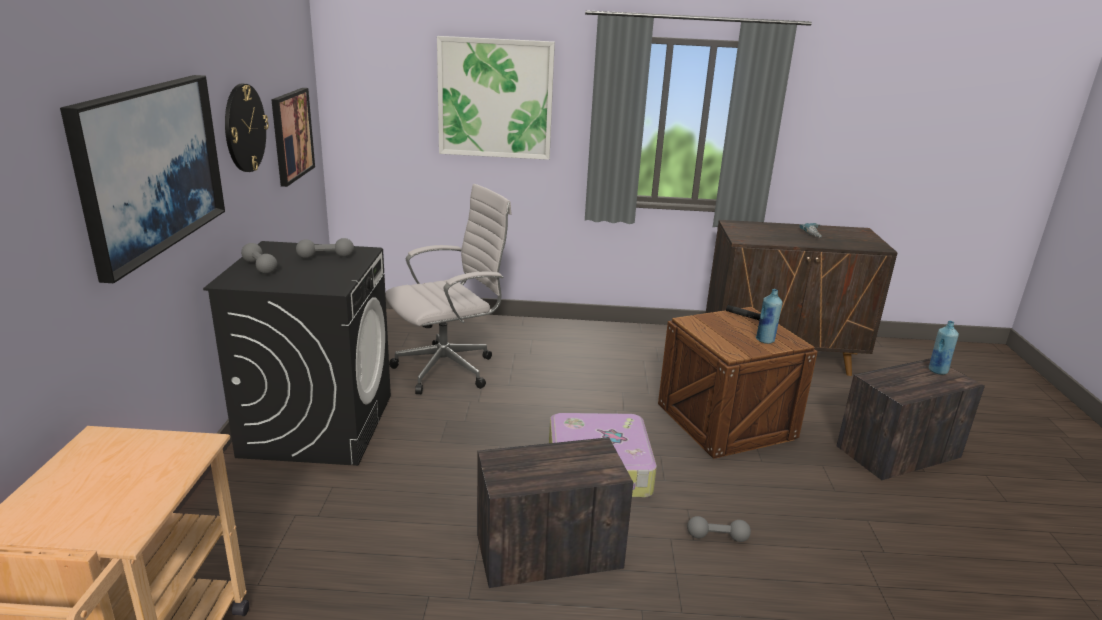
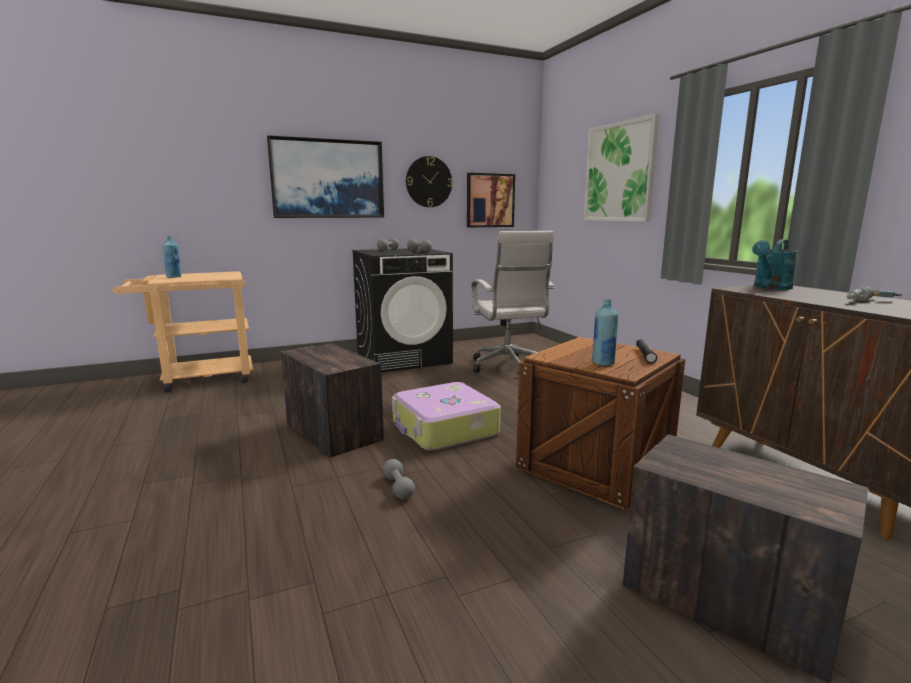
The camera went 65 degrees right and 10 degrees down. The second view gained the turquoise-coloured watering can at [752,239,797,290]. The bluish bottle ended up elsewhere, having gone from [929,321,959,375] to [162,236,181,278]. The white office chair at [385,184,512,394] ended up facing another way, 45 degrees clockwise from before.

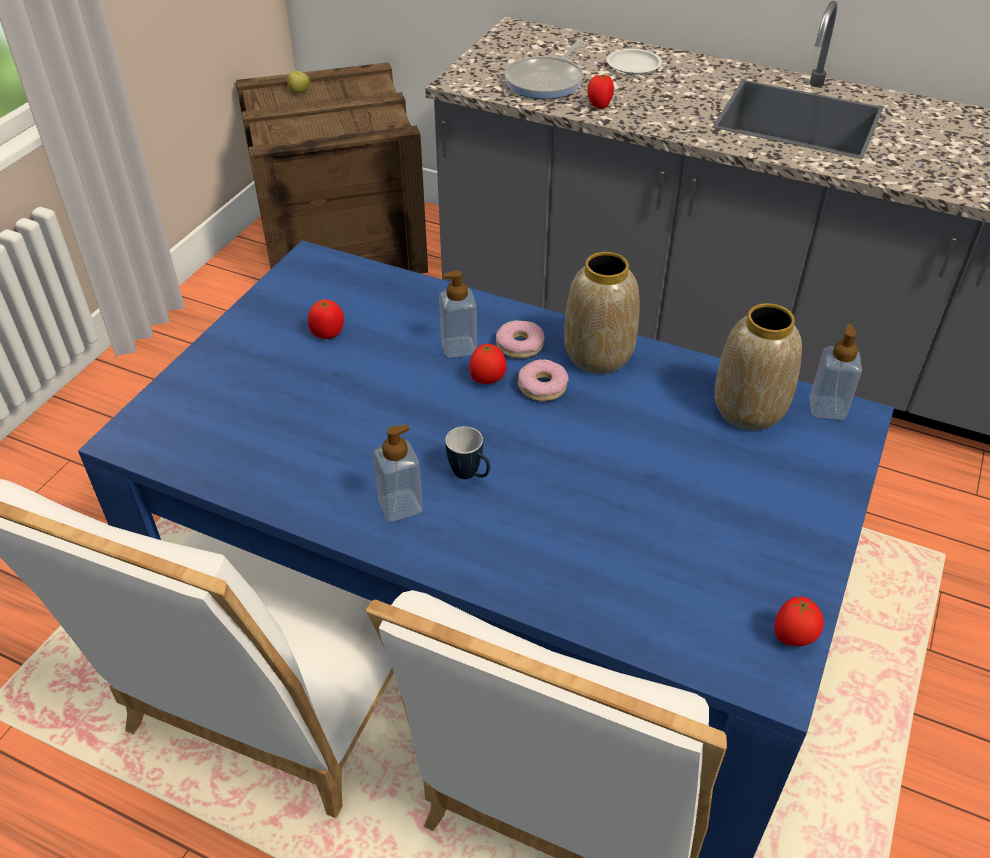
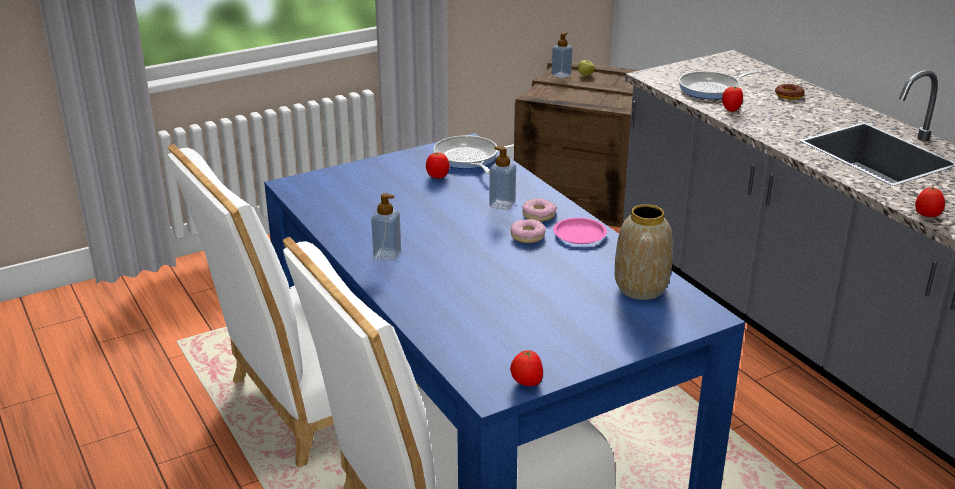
The camera went 35 degrees right and 15 degrees down. The second view lost the tea mug at [445,426,490,479]. The second view gained the pan at [433,135,498,174]. The whole tomato ended up elsewhere, having gone from [469,344,507,384] to [915,187,945,217]. The liquid soap bottle ended up elsewhere, having gone from [810,324,862,420] to [552,32,573,78]. Where the vase stood at [564,252,640,374], the pinkish flat dish came to stand at [553,218,607,244]. Where the white flat dish stood at [607,49,662,74], the donut came to stand at [775,84,805,100].

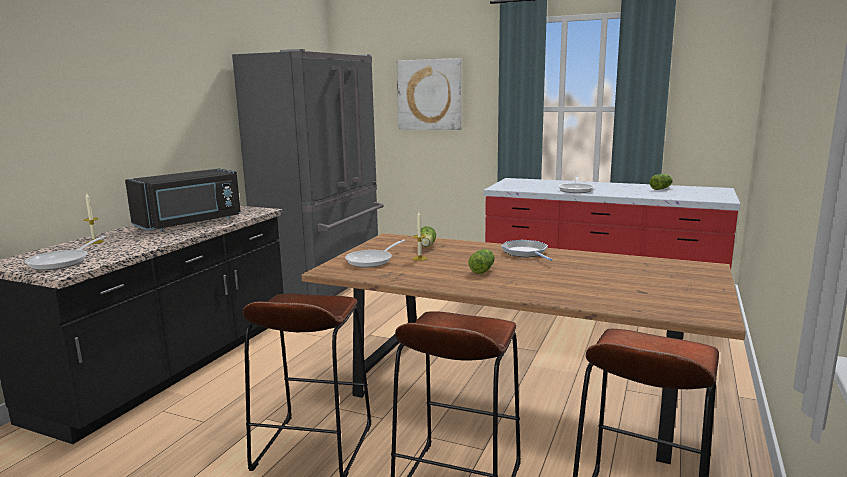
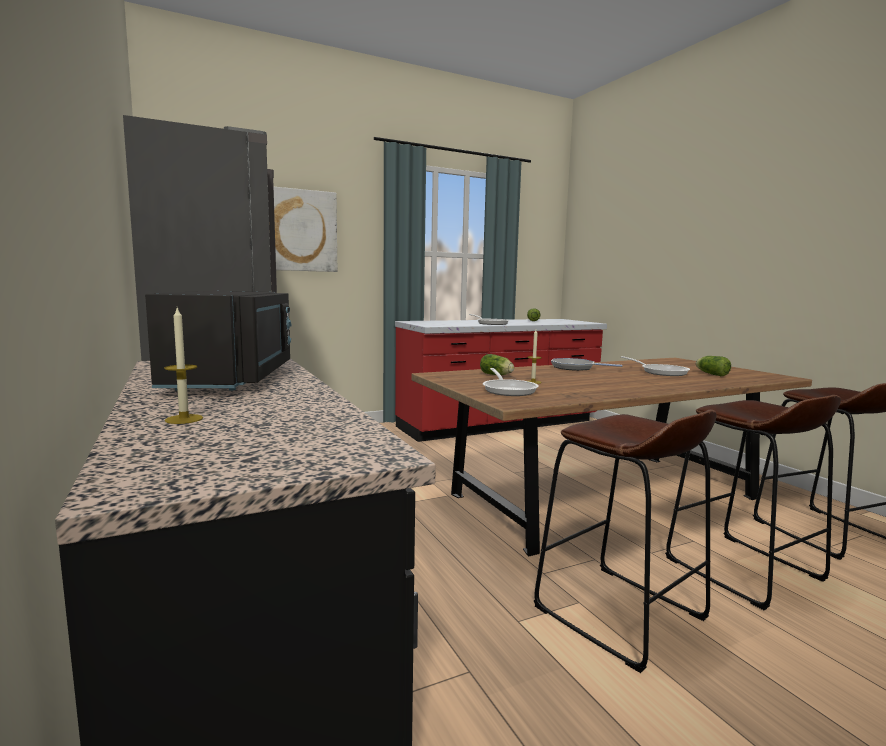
The camera went 50 degrees left and 5 degrees down. The pan ended up elsewhere, having gone from [25,236,106,270] to [621,356,690,376]. The head of lettuce ended up elsewhere, having gone from [468,249,495,274] to [696,356,731,376].

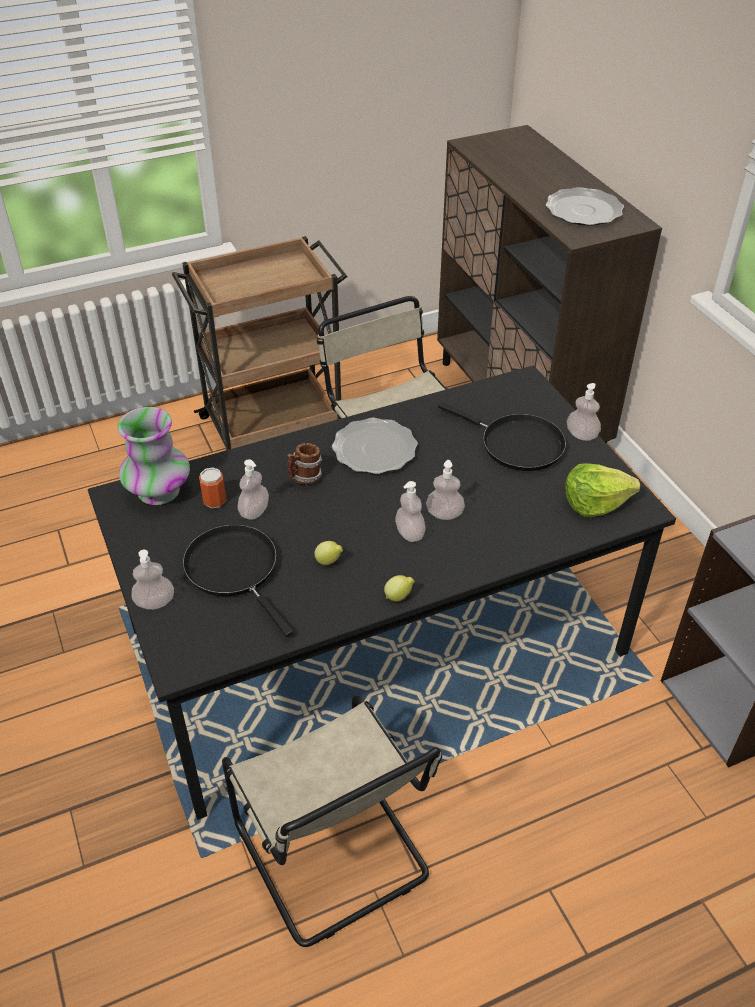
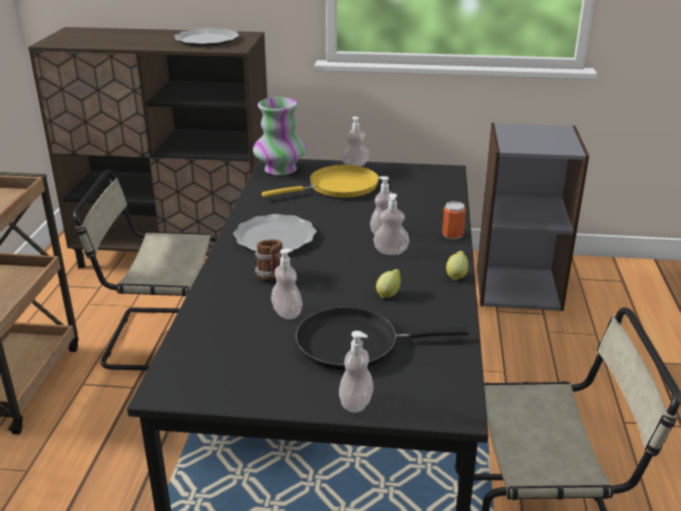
The camera went 60 degrees left and 15 degrees down. The second view lost the head of lettuce at [565,463,640,517]. The vase ended up elsewhere, having gone from [118,407,190,505] to [253,97,307,175]. The metal can ended up elsewhere, having gone from [199,467,226,509] to [442,201,466,239]. What was the black pan at [438,402,566,471] turned into the yellow-coloured pan at [262,165,379,197].

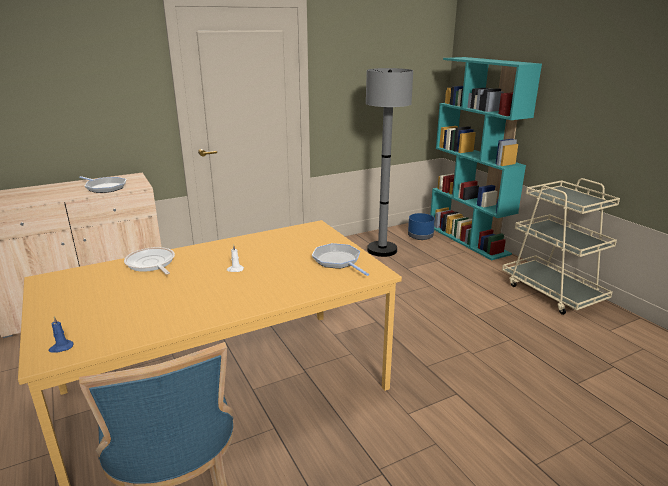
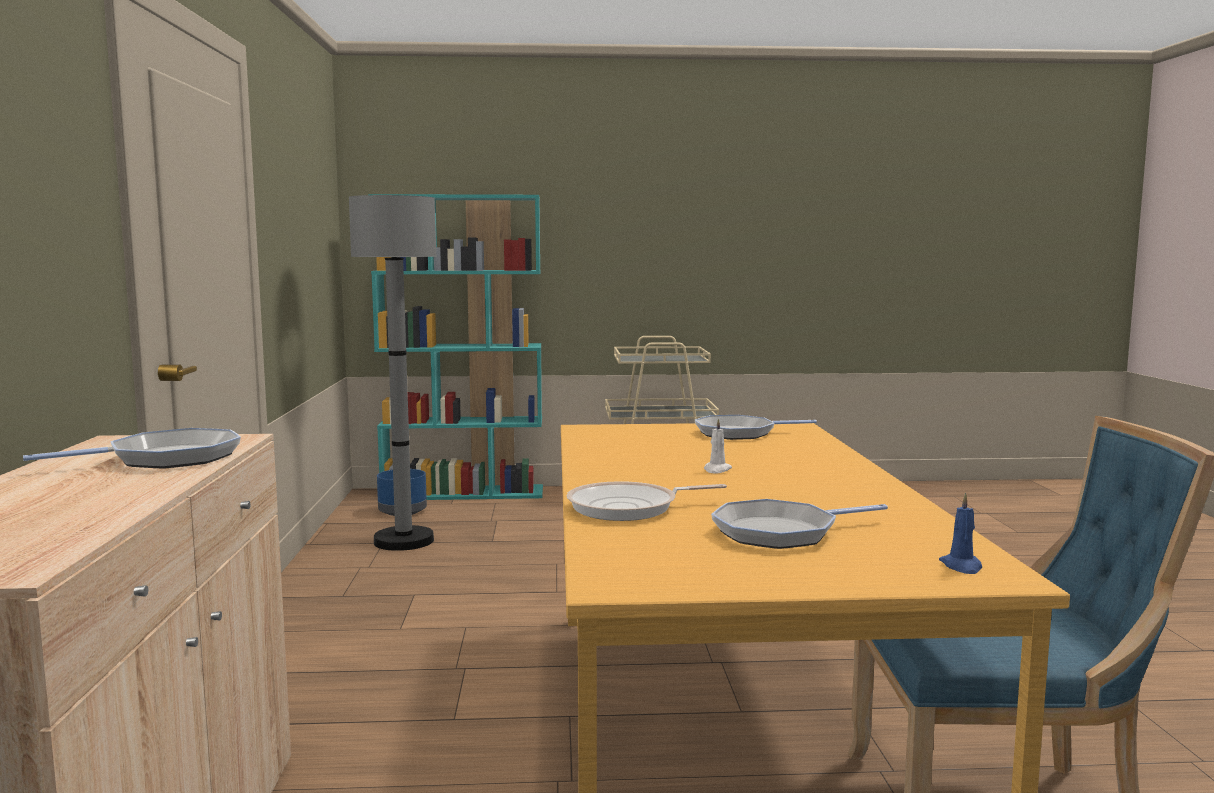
The camera went 65 degrees left and 15 degrees down. The second view gained the pan at [711,499,888,549].

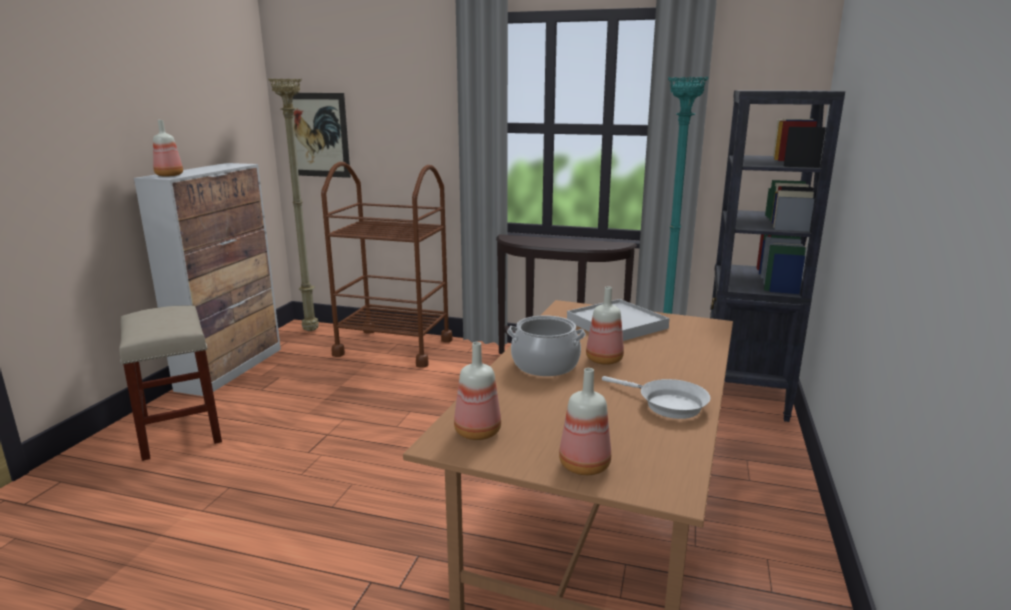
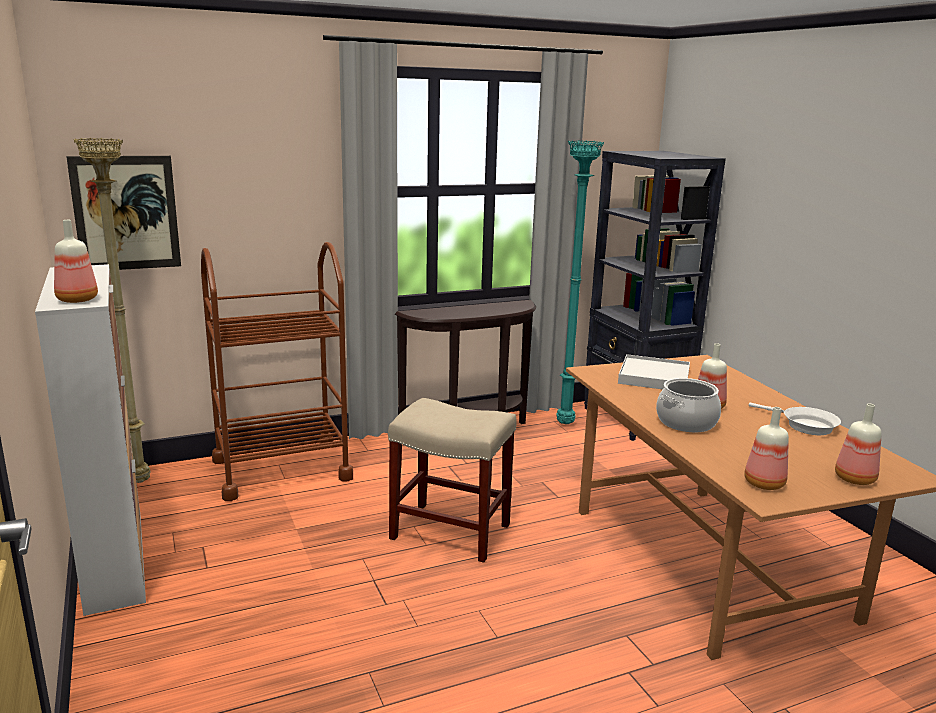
The camera went 40 degrees left and 0 degrees up. The beige stool ended up elsewhere, having gone from [119,306,222,461] to [388,398,517,563]. The white pan at [602,376,710,419] ended up facing another way, 45 degrees clockwise from before.

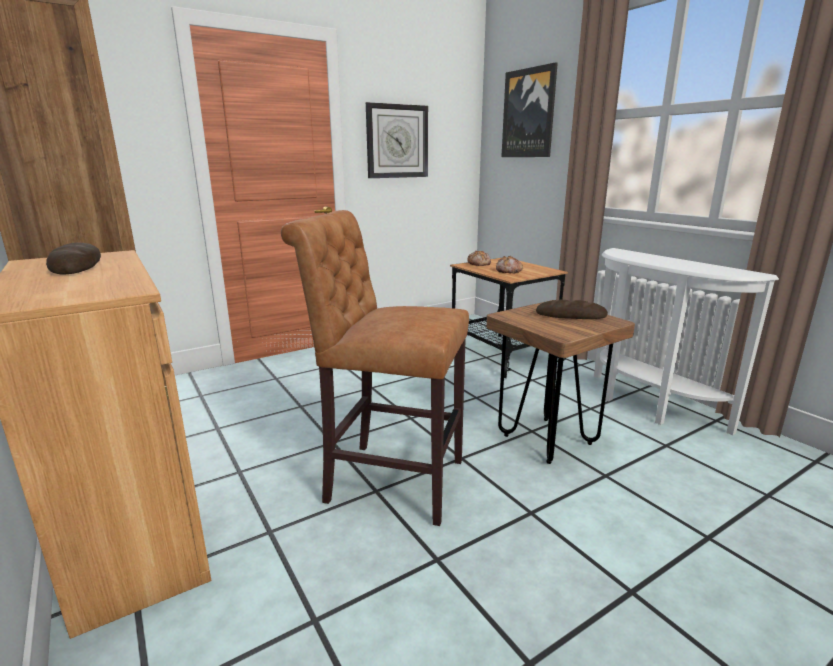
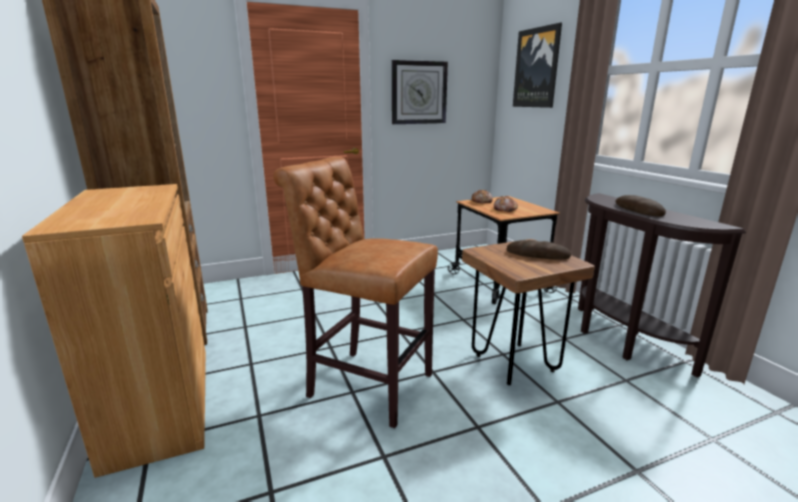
The camera went 10 degrees right and 0 degrees up. The baked bread ended up elsewhere, having gone from [46,242,101,274] to [615,195,666,217]. What was the white narrow table at [594,248,779,435] turned into the brown narrow table at [578,193,746,377].

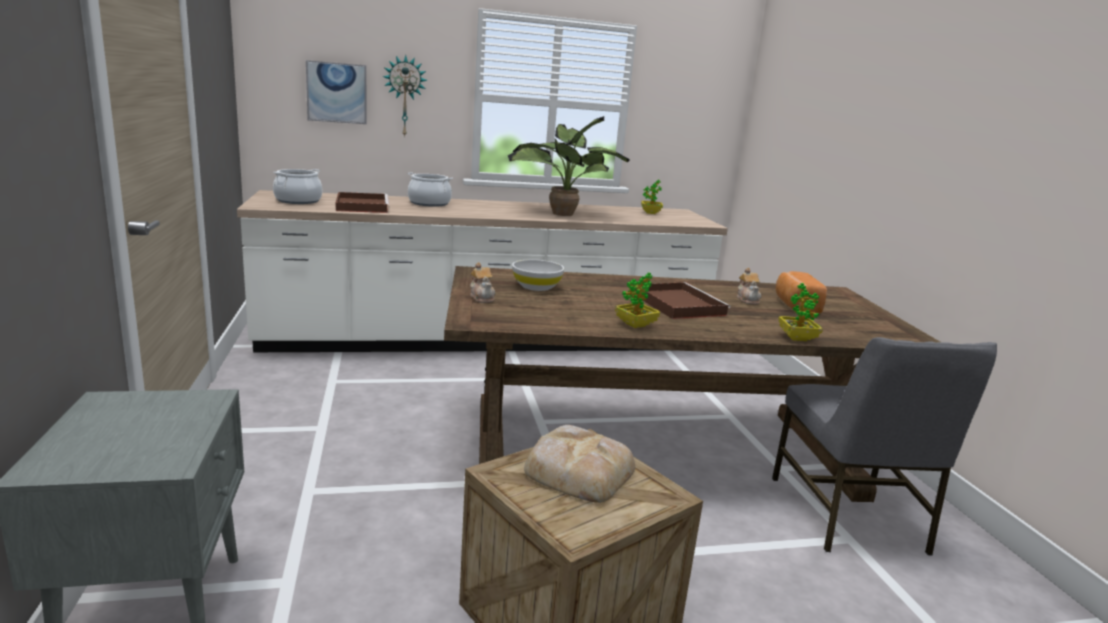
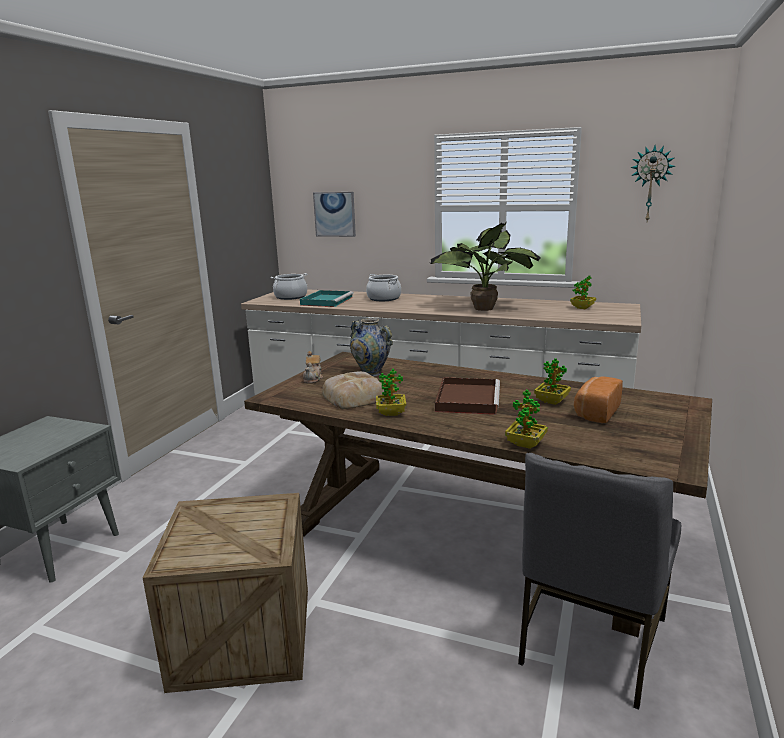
The camera went 35 degrees right and 0 degrees up. The wall clock ended up elsewhere, having gone from [382,55,428,138] to [630,145,675,221]. The baked bread ended up elsewhere, having gone from [524,425,635,503] to [322,371,384,409]. Where the white serving bowl stood at [512,259,564,291], the vase came to stand at [350,318,393,376]. Where the tea pot stood at [737,268,761,305], the potted plant came to stand at [534,358,571,405]. What was the brown carrying tray at [336,192,390,213] turned into the turquoise-coloured carrying tray at [300,290,354,307].

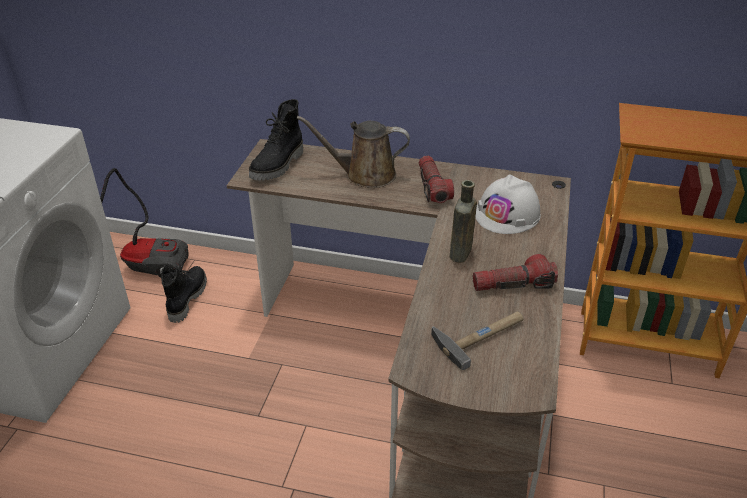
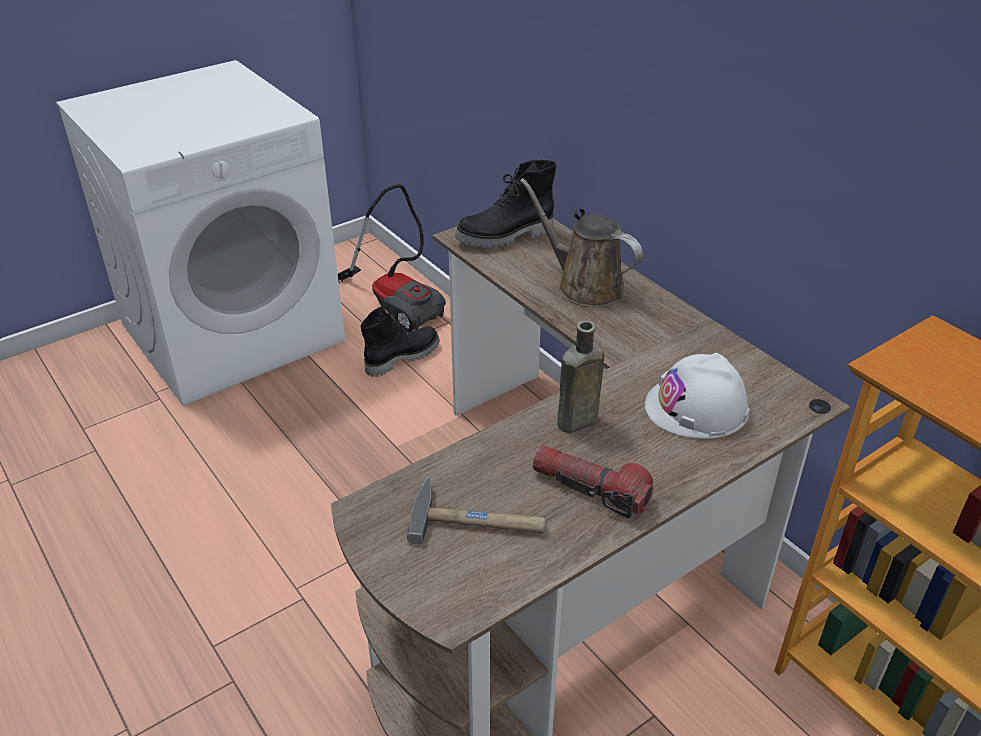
The camera went 40 degrees right and 0 degrees up. The second view lost the torch at [419,156,454,203].

